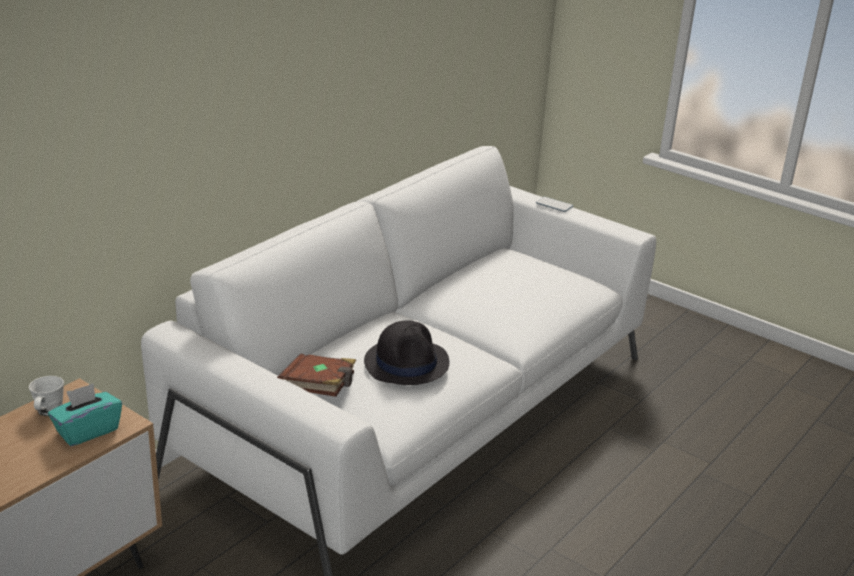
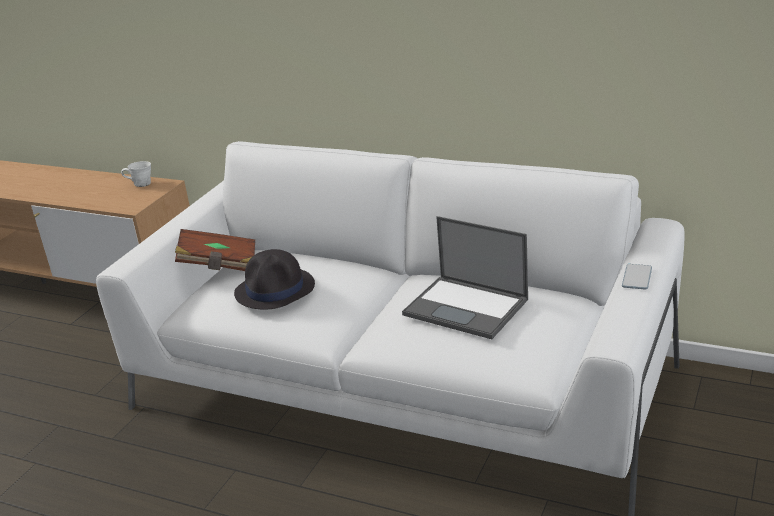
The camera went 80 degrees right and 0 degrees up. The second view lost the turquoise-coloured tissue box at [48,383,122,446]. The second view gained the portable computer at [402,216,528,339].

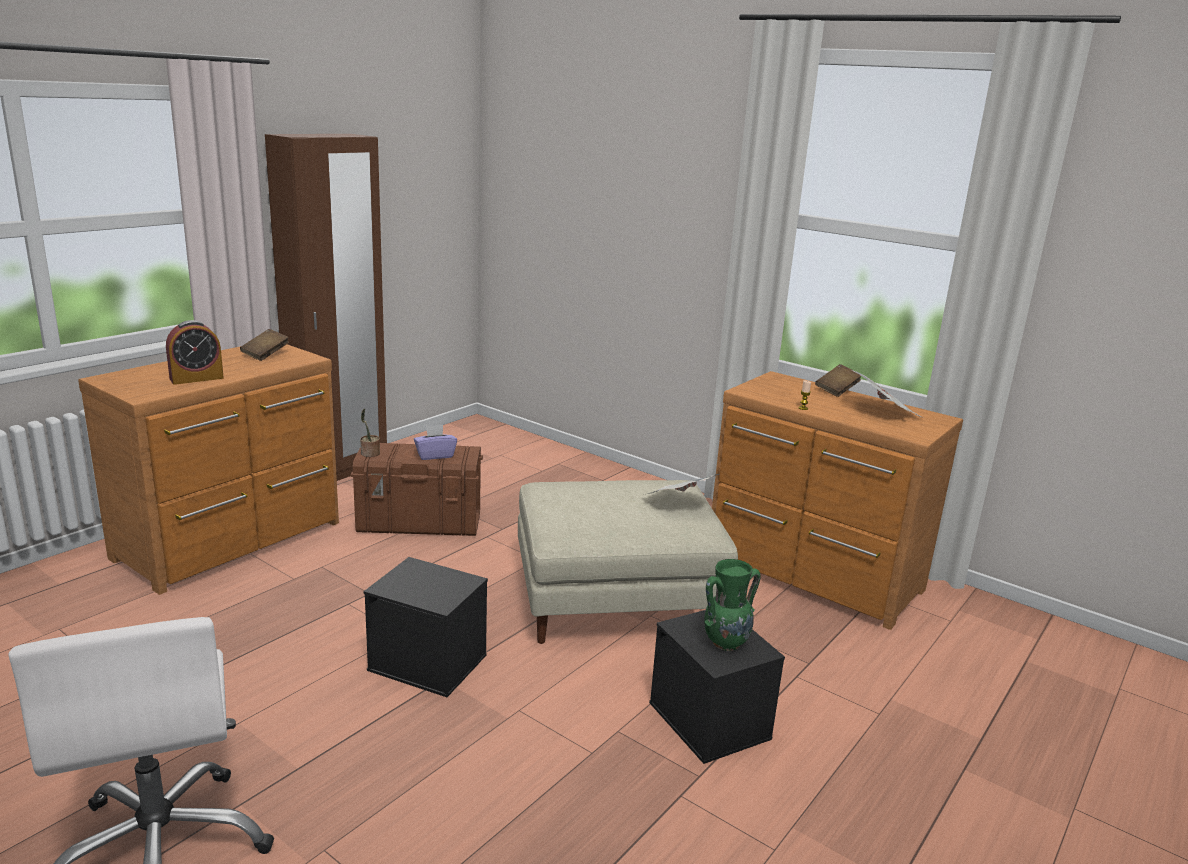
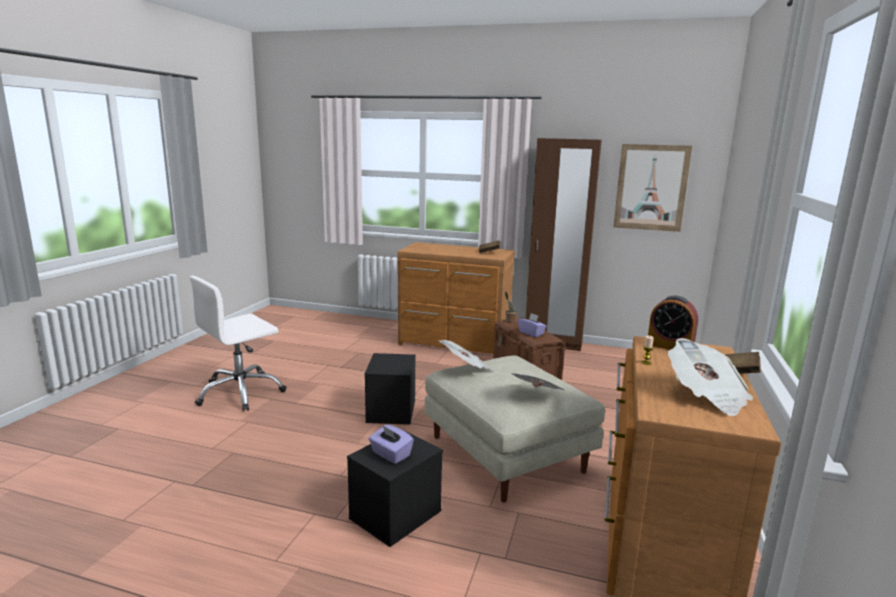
The camera went 70 degrees right and 5 degrees down. The second view gained the printed paper at [438,340,493,370]. The second view gained the picture at [613,144,692,232]. The table clock ended up elsewhere, having gone from [166,320,224,385] to [648,296,698,350]. Where the greenish vase stood at [704,559,761,651], the purple tissue box came to stand at [369,425,414,464].

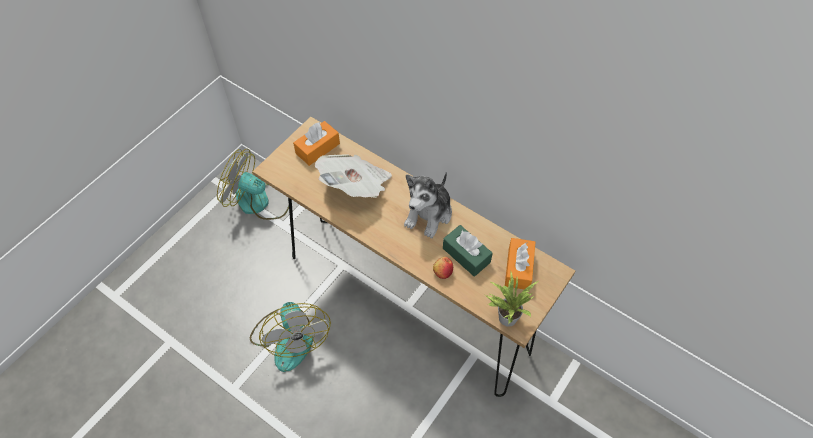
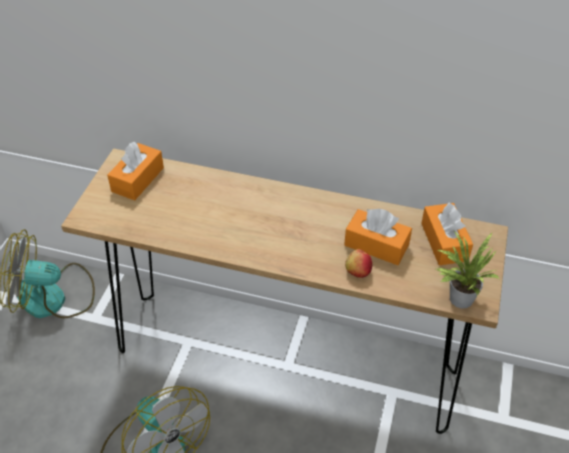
The camera went 20 degrees left and 10 degrees down. The second view lost the printed paper at [315,154,392,198]. The second view lost the plush toy at [404,172,452,238]. What was the greenish tissue box at [443,225,493,277] turned into the orangey tissue box at [344,209,412,265].

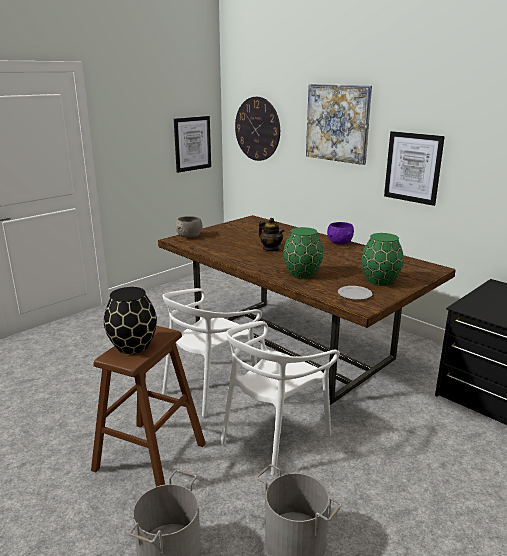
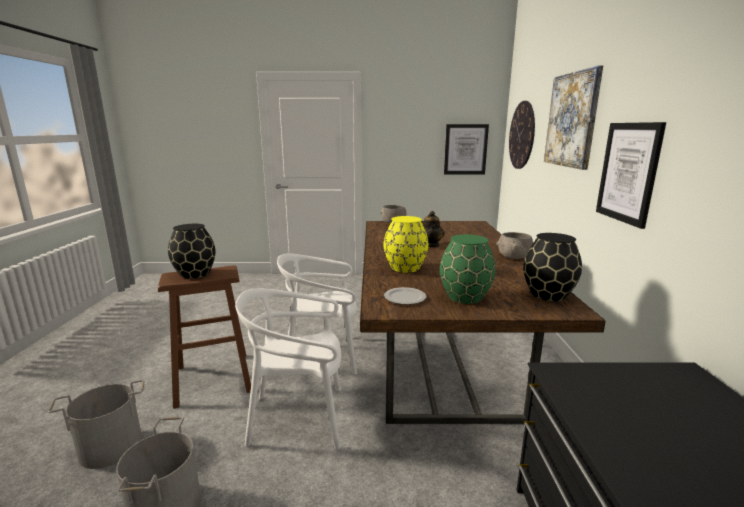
The camera went 45 degrees right and 5 degrees down. The second view gained the black vase at [523,233,582,301]. What was the greenish vase at [283,227,323,278] turned into the yellow-coloured vase at [383,216,429,273]. What was the purple serving bowl at [327,222,354,245] turned into the grey serving bowl at [496,232,533,259].

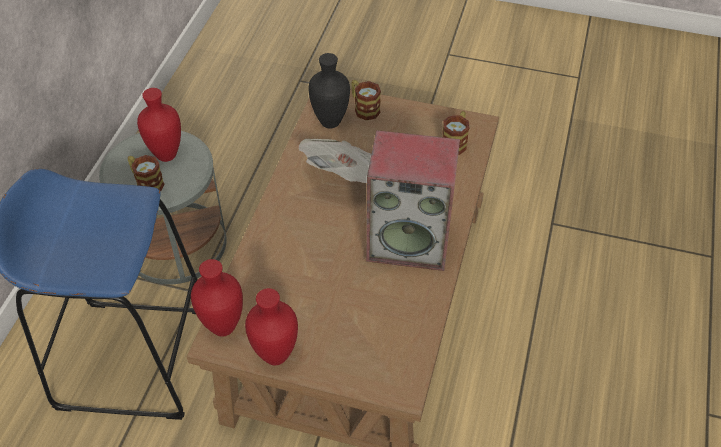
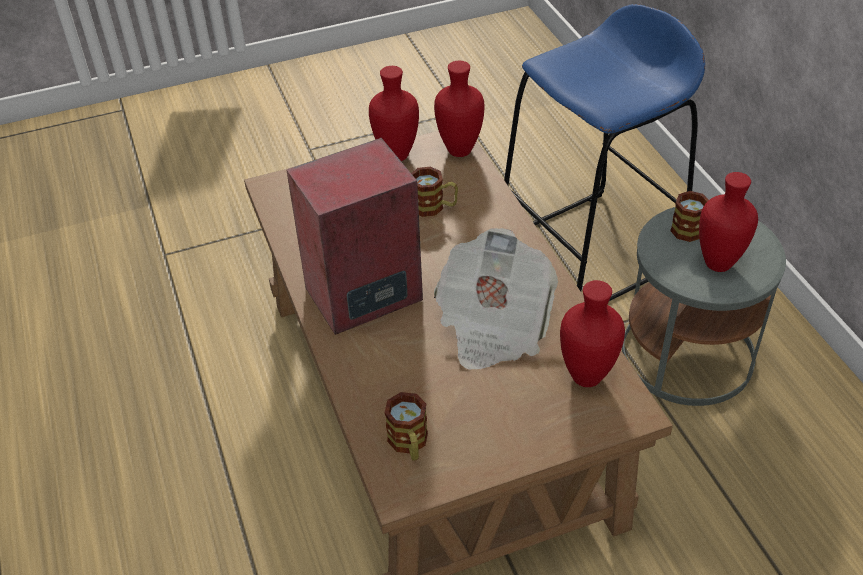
The camera went 145 degrees right and 5 degrees down. The tea mug ended up elsewhere, having gone from [351,80,381,120] to [411,167,458,217]. What was the black vase at [309,53,350,128] turned into the red-coloured vase at [560,280,625,387].

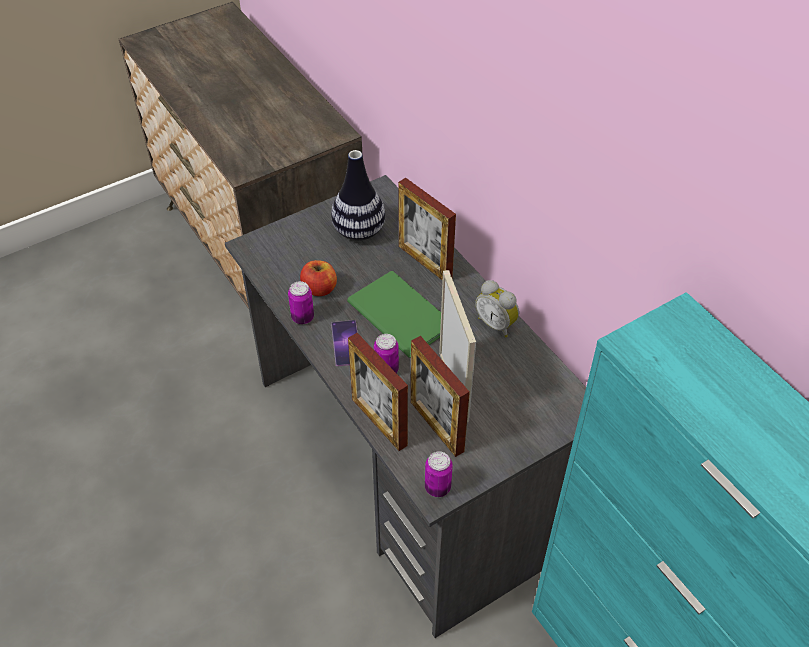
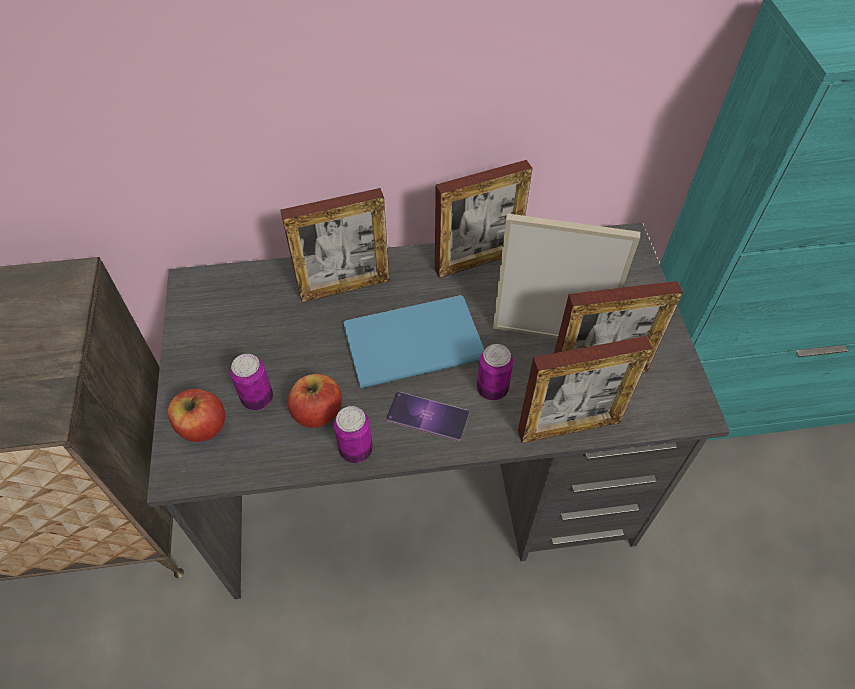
The camera went 65 degrees left and 5 degrees up. The second view lost the vase at [331,150,385,241]. The second view gained the whole apple at [168,389,225,442]. The metal can ended up elsewhere, having gone from [425,451,453,497] to [230,354,273,410]. Where the table clock stood at [475,280,519,337], the photo frame came to stand at [435,160,533,278]. What was the greenish volume at [347,271,441,358] turned into the bluish volume at [344,295,484,388].

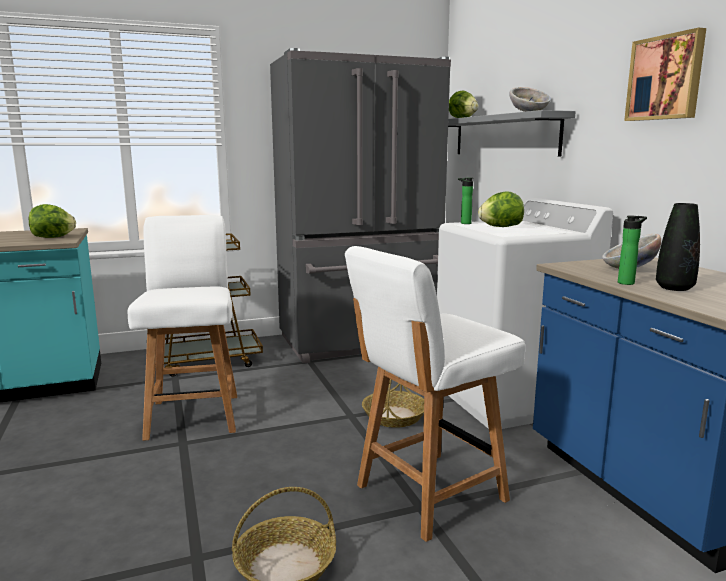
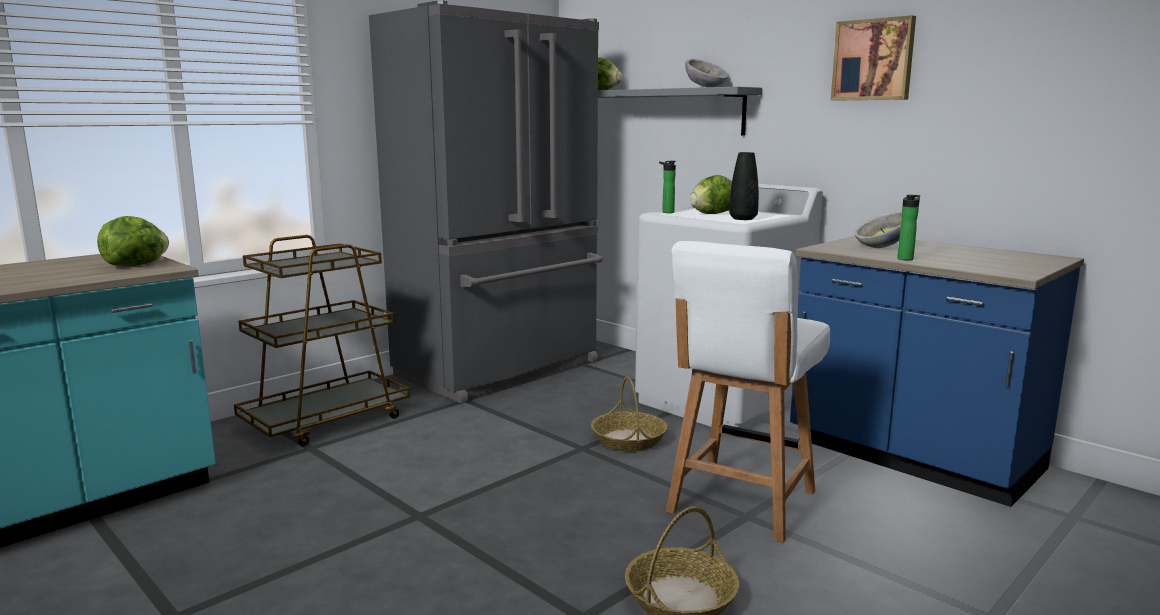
The camera went 25 degrees left and 0 degrees up. The second view lost the white plain chair at [127,215,237,441]. The black vase ended up elsewhere, having gone from [656,203,700,291] to [729,152,759,220].

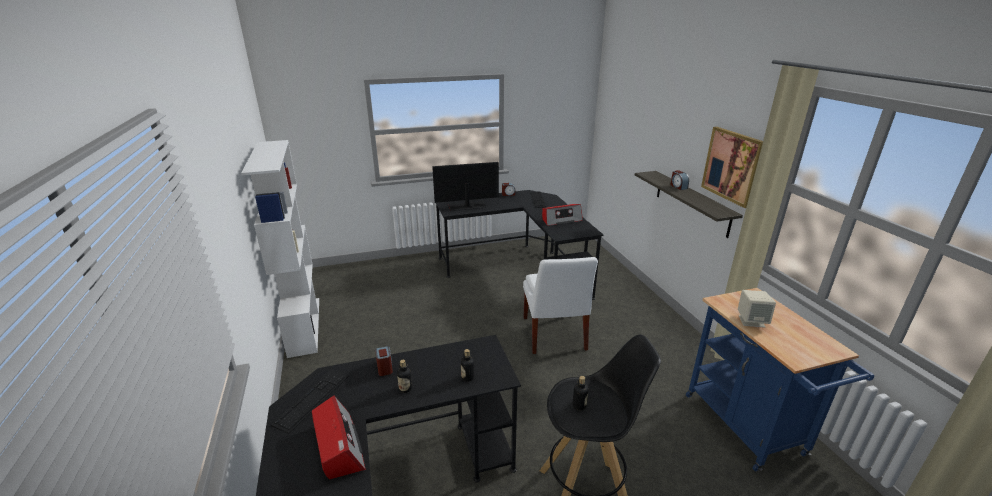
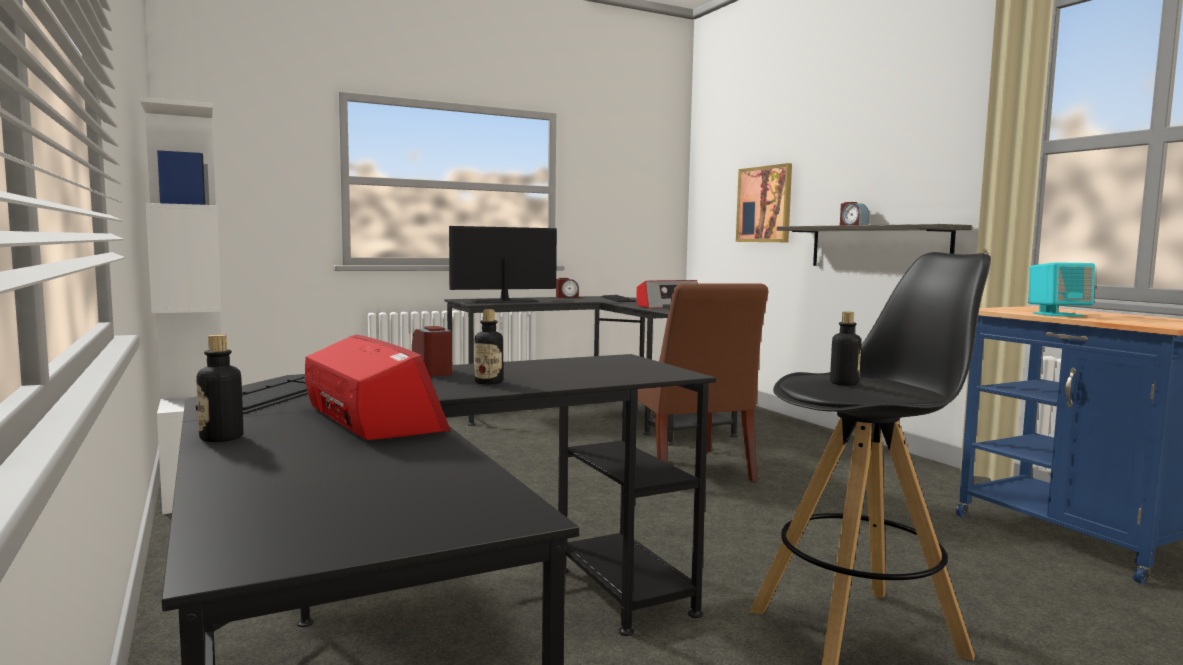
The camera went 10 degrees left and 20 degrees down. The bottle ended up elsewhere, having gone from [461,349,474,382] to [196,334,243,442]. The picture ended up elsewhere, having gone from [701,127,763,208] to [736,163,792,242]. What was the white plain chair at [523,257,598,354] turned into the brown plain chair at [637,283,769,482]. What was the beige audio speaker at [738,290,776,328] turned into the turquoise-coloured audio speaker at [1029,262,1095,317].

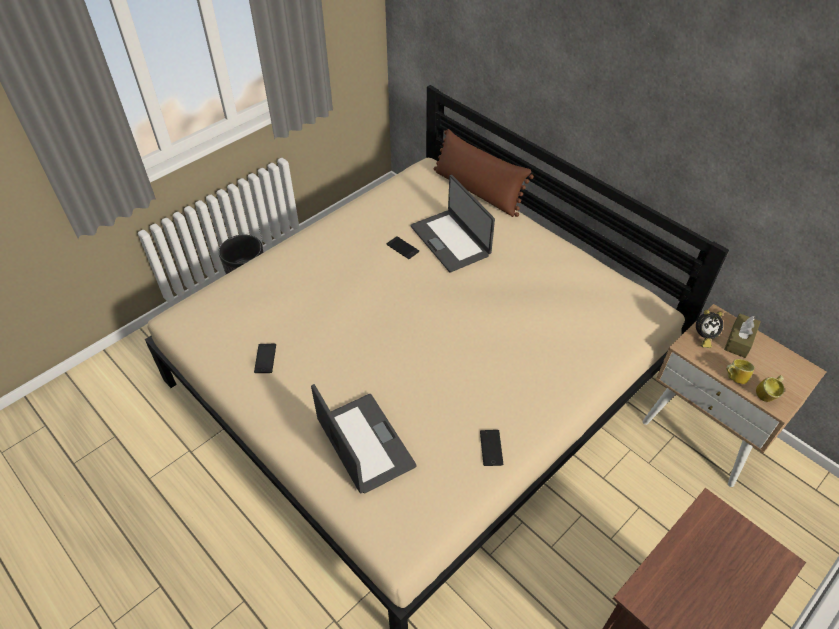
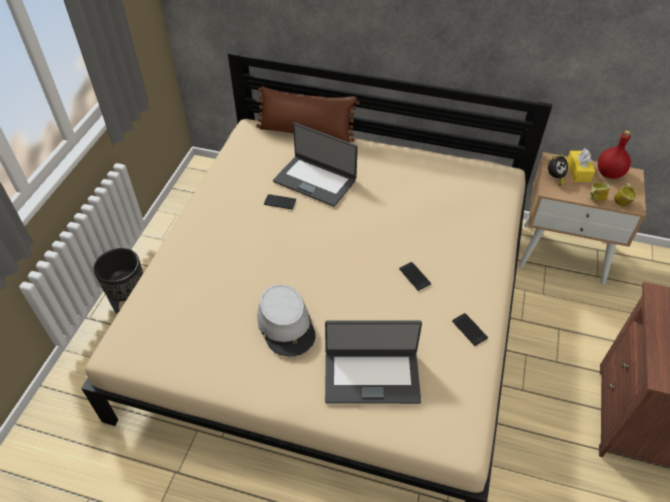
The camera went 30 degrees left and 0 degrees up. The second view gained the grey clothing hat at [257,284,316,356]. The second view gained the red-coloured bottle at [598,130,631,179]. The handset ended up elsewhere, having gone from [254,344,276,373] to [399,262,431,291]. What was the brown tissue box at [724,313,761,358] turned into the yellow-coloured tissue box at [567,148,595,182]. The portable computer at [311,384,417,494] ended up facing another way, 150 degrees clockwise from before.

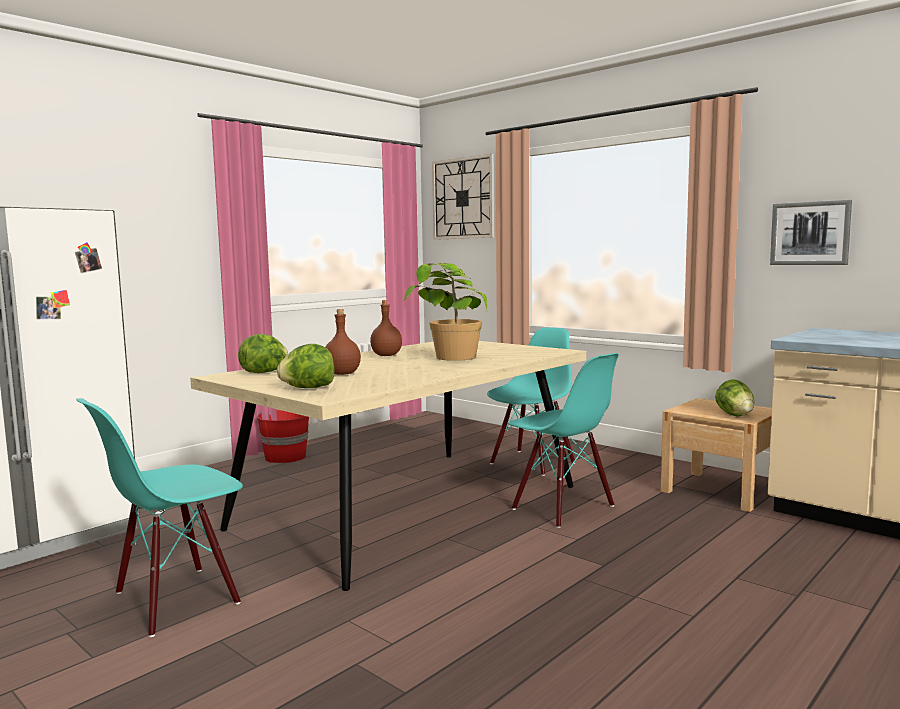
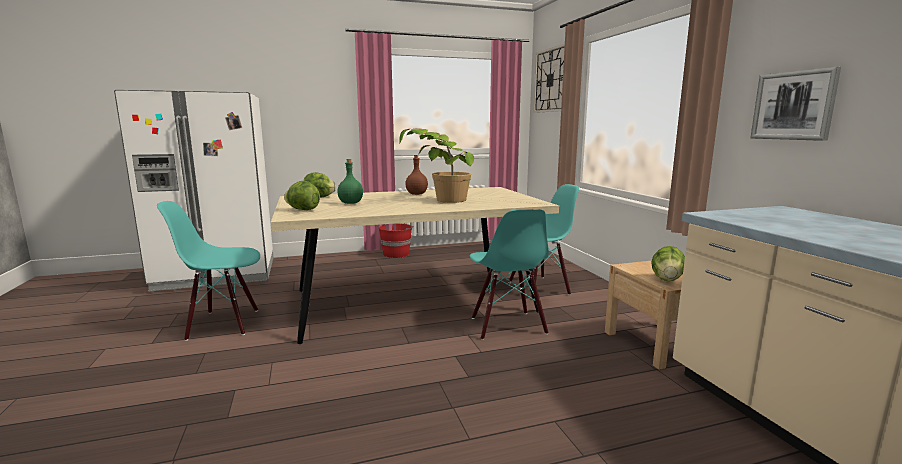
The camera went 30 degrees right and 5 degrees up. What was the brown bottle at [325,309,361,375] turned into the greenish bottle at [337,159,363,204].

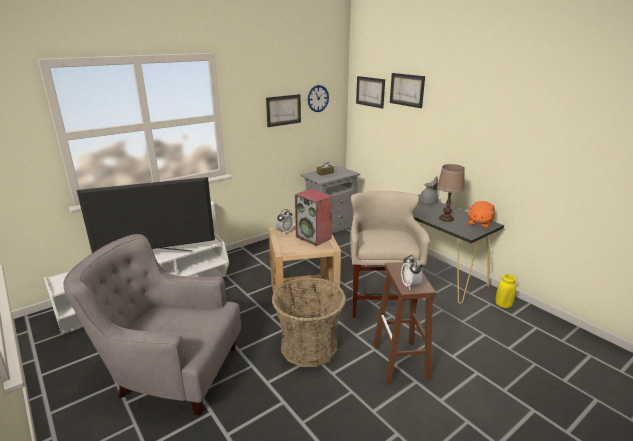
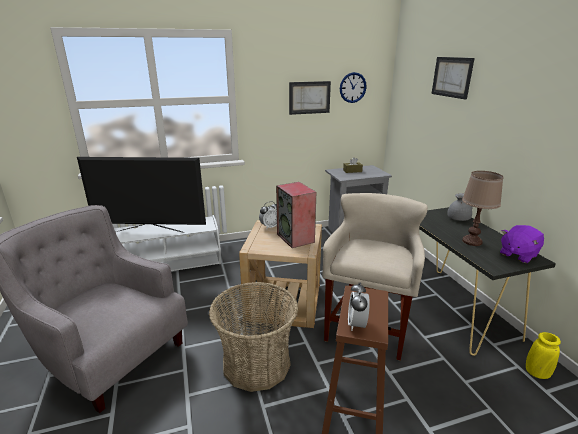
The camera went 20 degrees right and 0 degrees up. The second view lost the picture at [356,76,385,109]. What was the orangey plush toy at [468,201,495,228] turned into the purple plush toy at [500,225,544,263].

